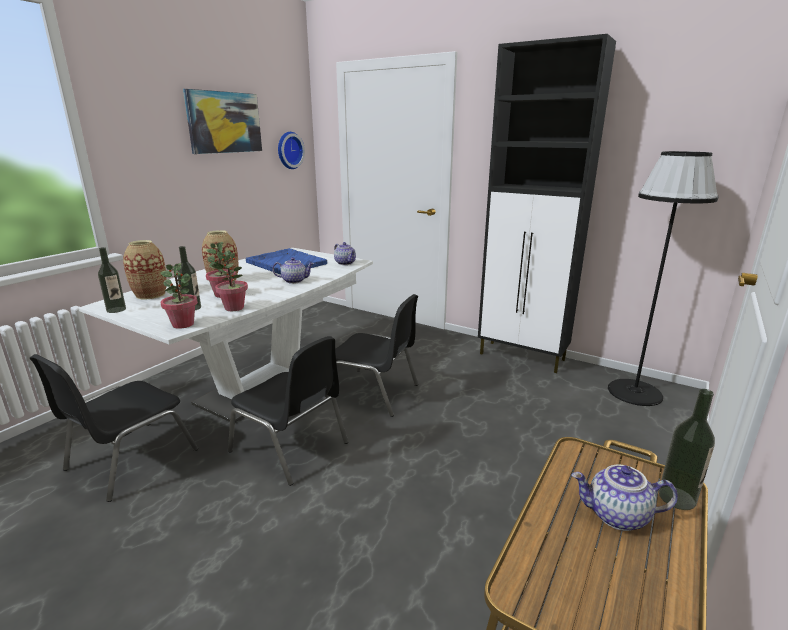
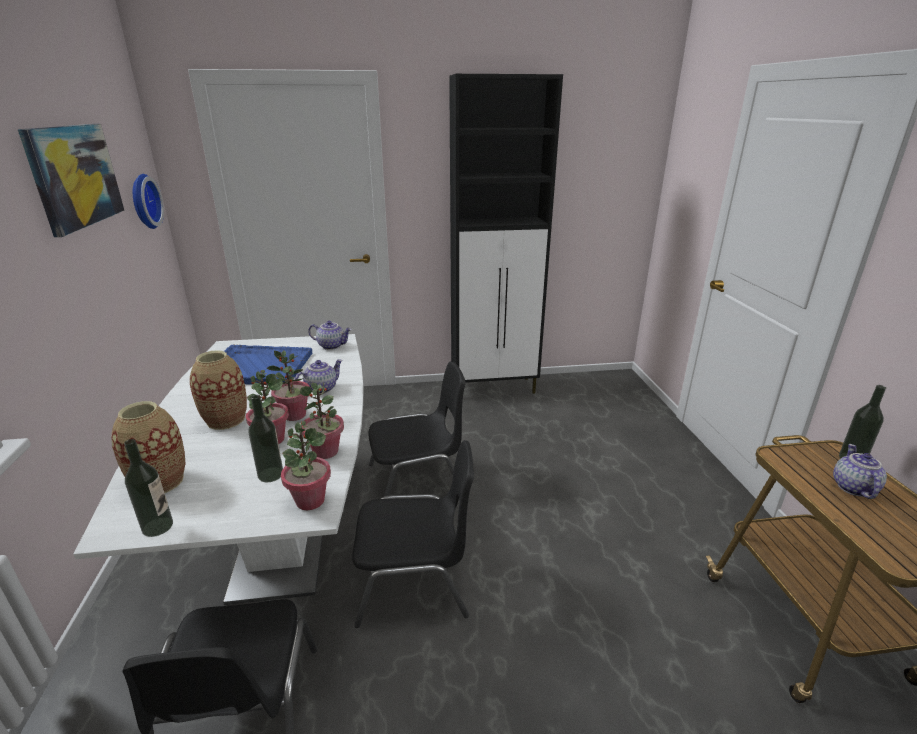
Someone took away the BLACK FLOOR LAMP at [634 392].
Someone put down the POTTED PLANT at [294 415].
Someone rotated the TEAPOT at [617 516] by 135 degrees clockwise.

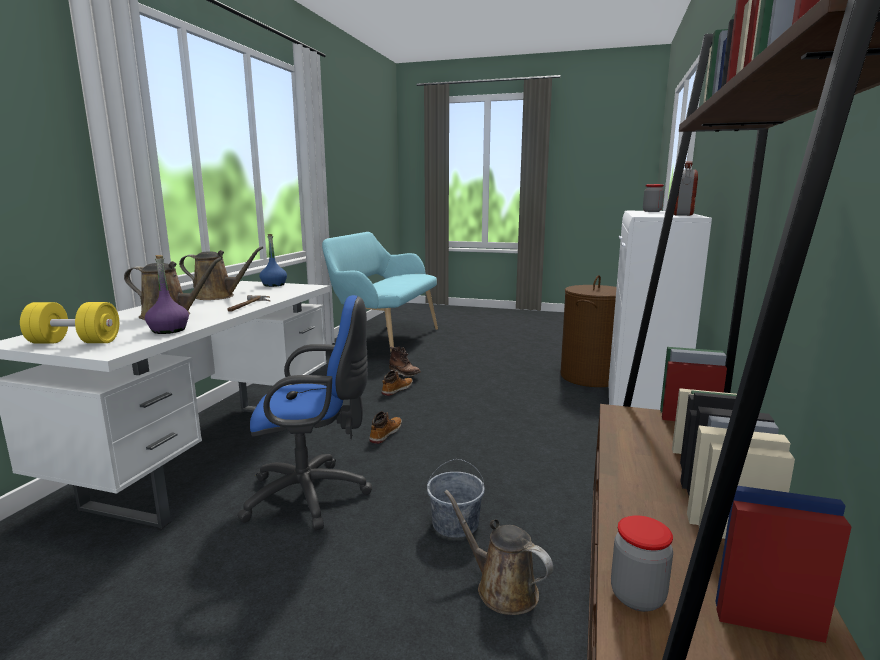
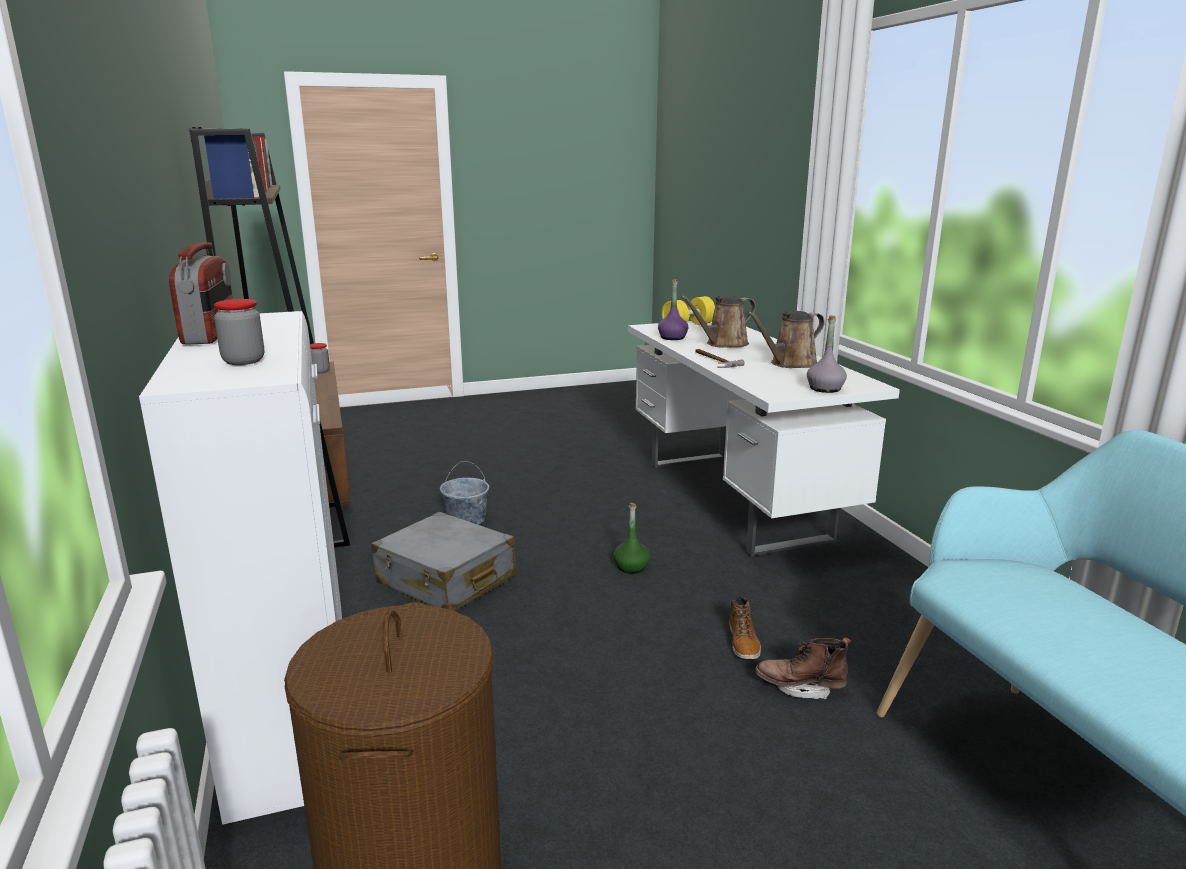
Someone took away the BLUE OFFICE CHAIR at [313 495].
Someone took away the BROWN WATERING CAN at [502 588].
Someone put down the GREY SUITCASE at [446 580].
Someone swapped the BOOT at [385 434] for the GREEN BOTTLE at [631 567].
Someone repainted the BLUE BOTTLE at [274 285], which became the GREY BOTTLE at [825 389].

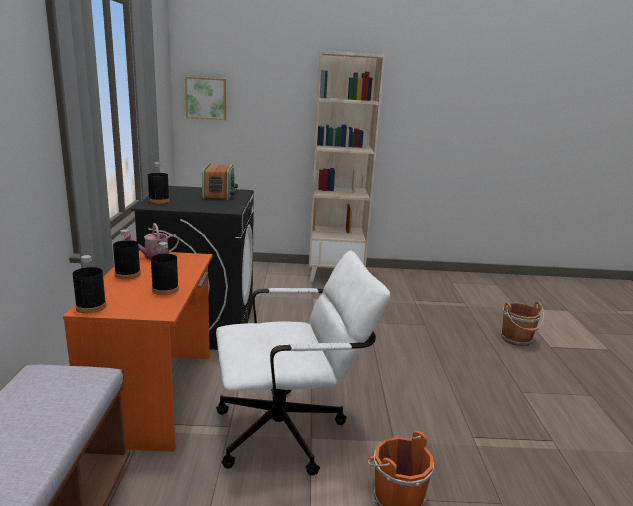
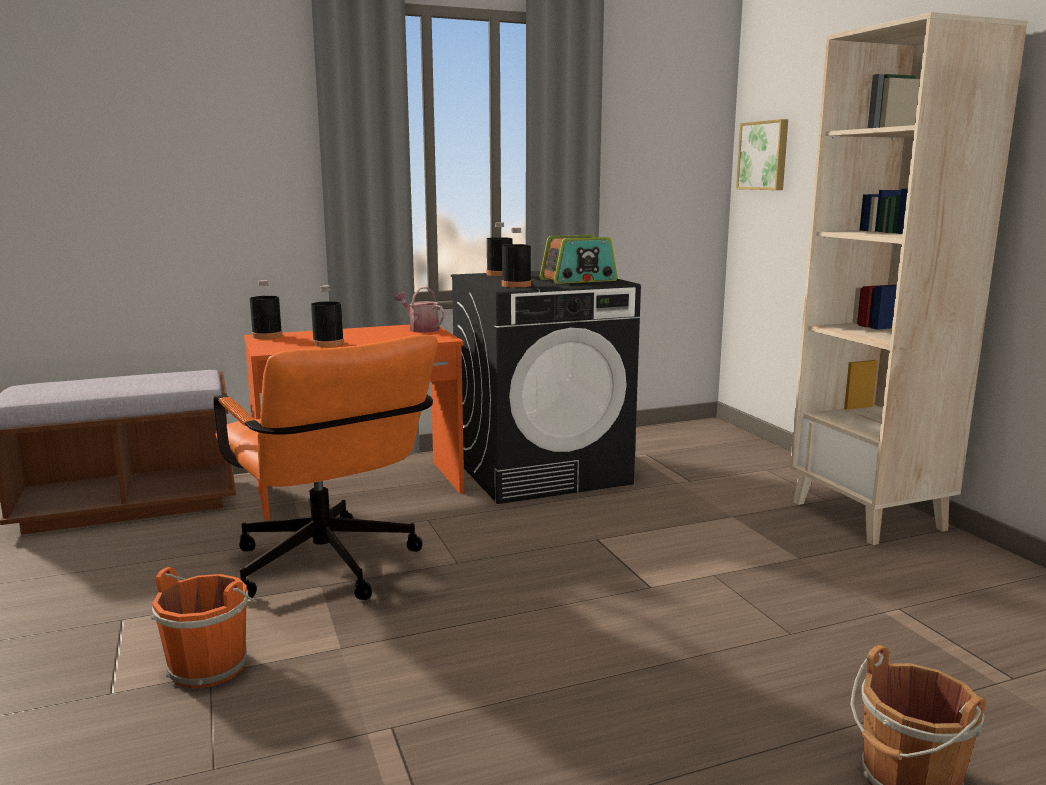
Someone carried the BLACK BOTTLE from [128 274] to [516 285].
Someone repainted the WHITE OFFICE CHAIR at [291 431], which became the ORANGE OFFICE CHAIR at [330 571].

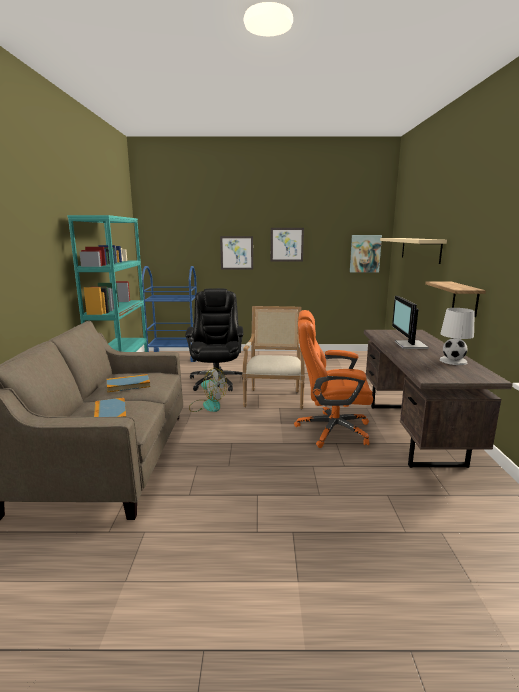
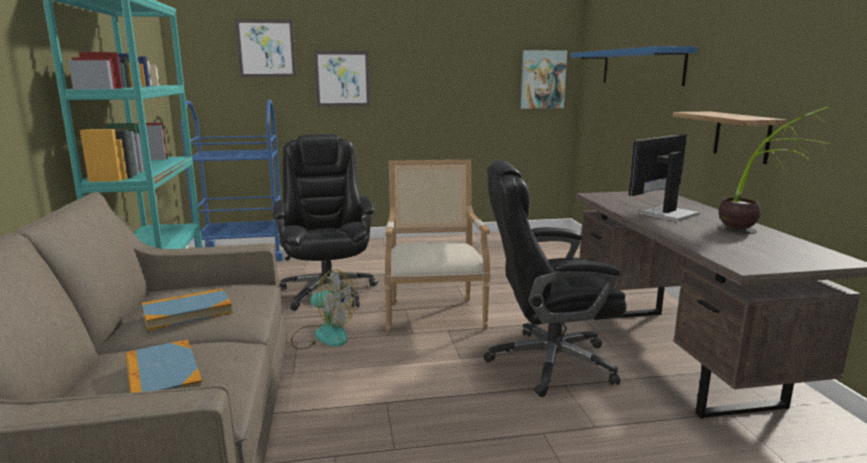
Someone carried the PICTURE from [287 244] to [266 48].
Someone swapped the WHITE TABLE LAMP at [453 361] for the POTTED PLANT at [755 235].
Someone repainted the ORANGE OFFICE CHAIR at [331 430], which became the BLACK OFFICE CHAIR at [548 362].
Someone repainted the BEIGE SHELF at [420 249], which became the BLUE SHELF at [641 67].
Someone rotated the MONITOR at [409 345] by 60 degrees clockwise.

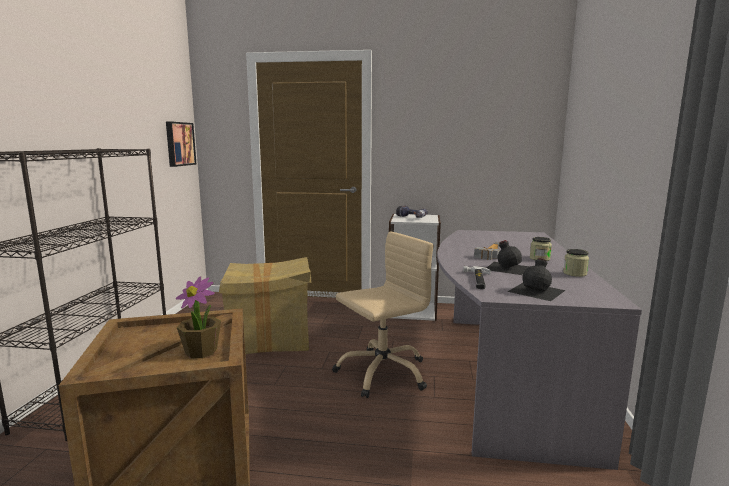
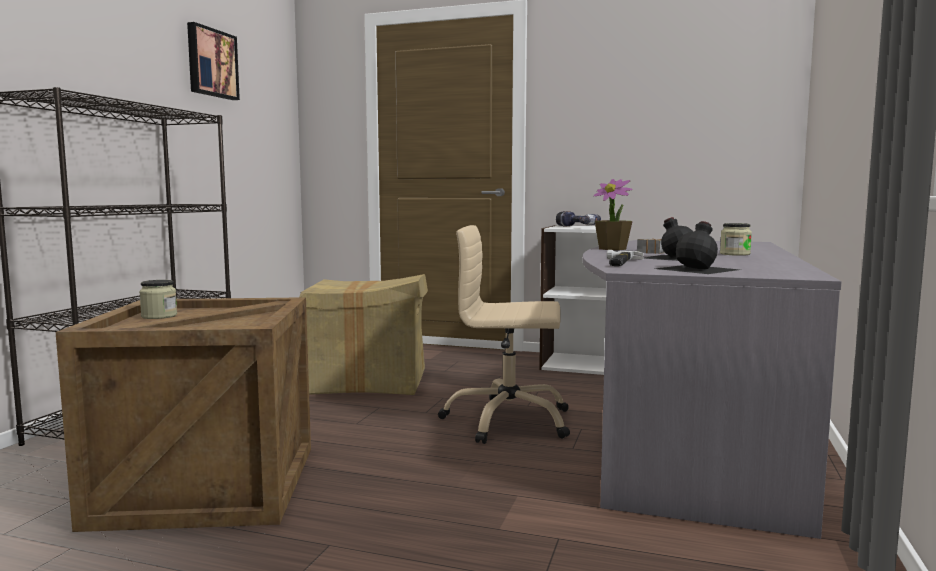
Someone carried the PICTURE from [179 144] to [211 63].
Someone carried the POTTED PLANT from [201 351] to [612 249].
Someone carried the JAR from [575 273] to [159 316].
Someone rotated the BEIGE OFFICE CHAIR at [382 372] by 150 degrees counterclockwise.

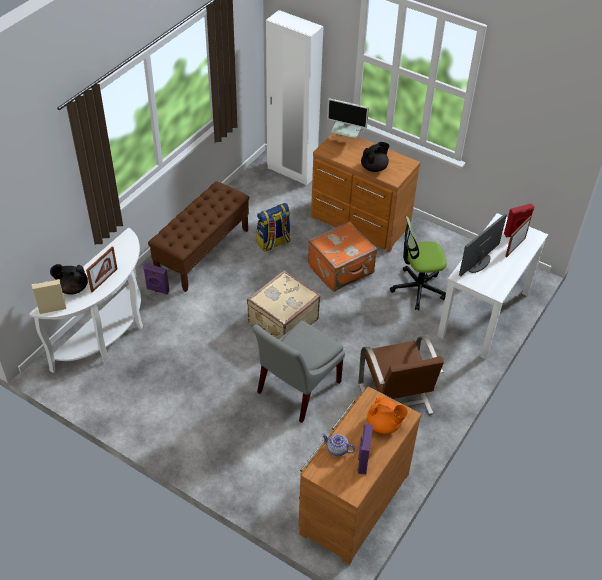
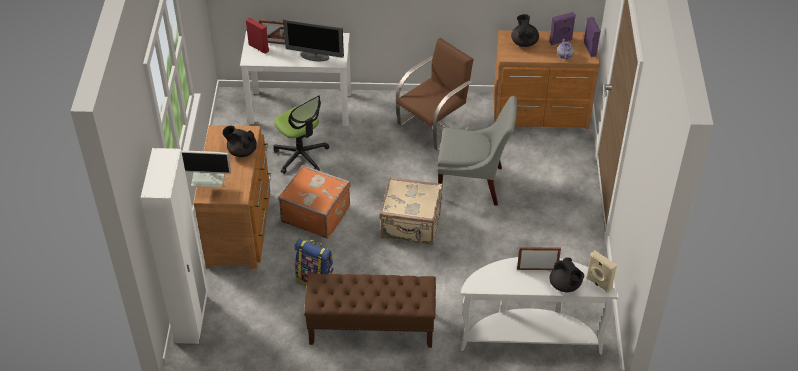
Someone carried the PURPLE SPEAKER from [157 290] to [590 49].
Someone repainted the ORANGE TEAPOT at [384 425], which became the BLACK TEAPOT at [524 42].
Someone rotated the MONITOR at [346 140] by 105 degrees clockwise.

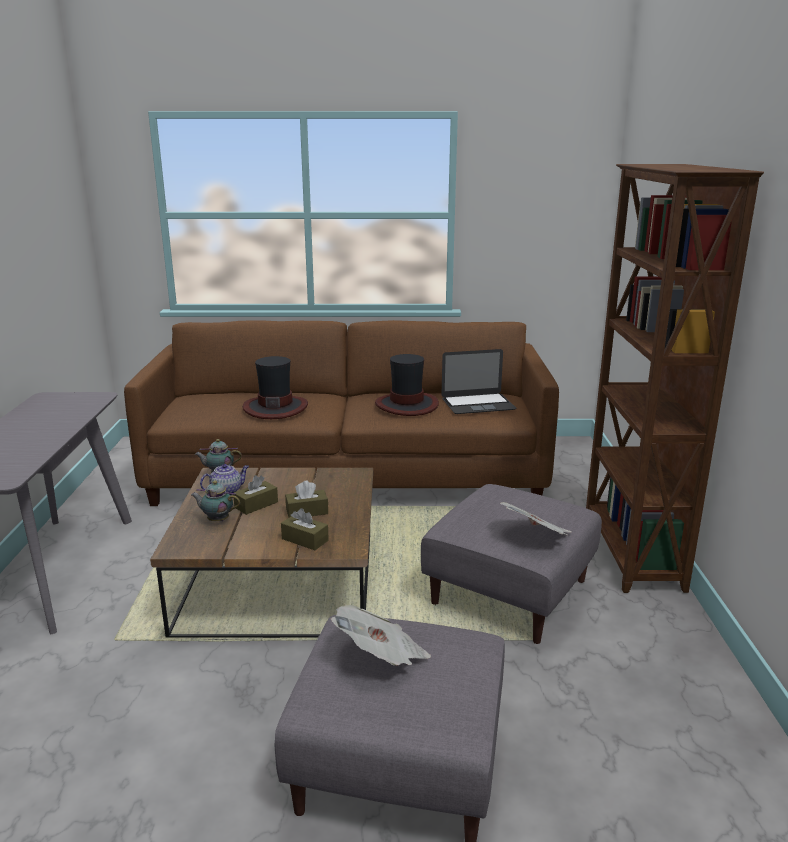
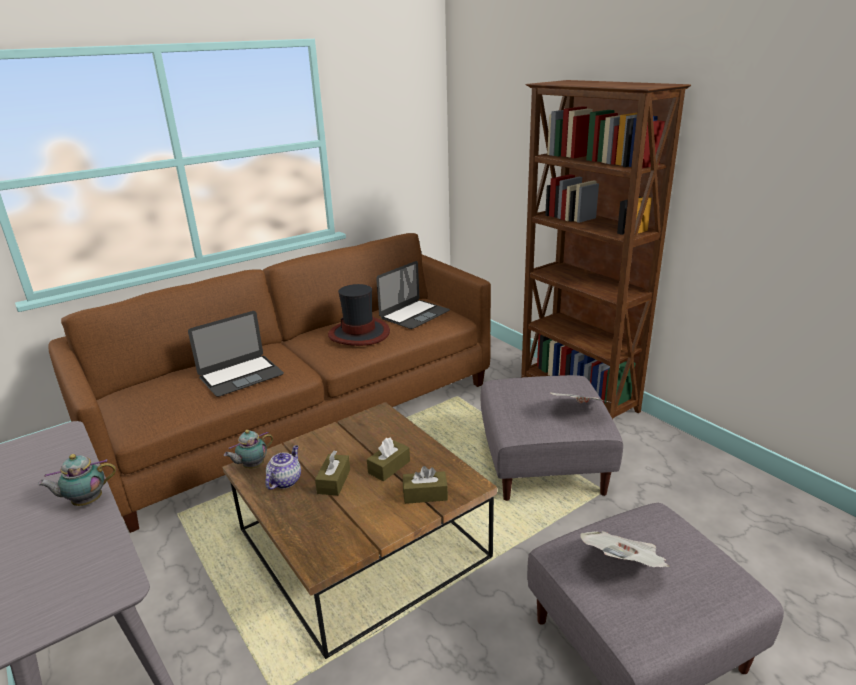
Someone carried the TEAPOT from [217 520] to [86 502].
Someone swapped the HAT at [275 407] for the LAPTOP at [241 375].

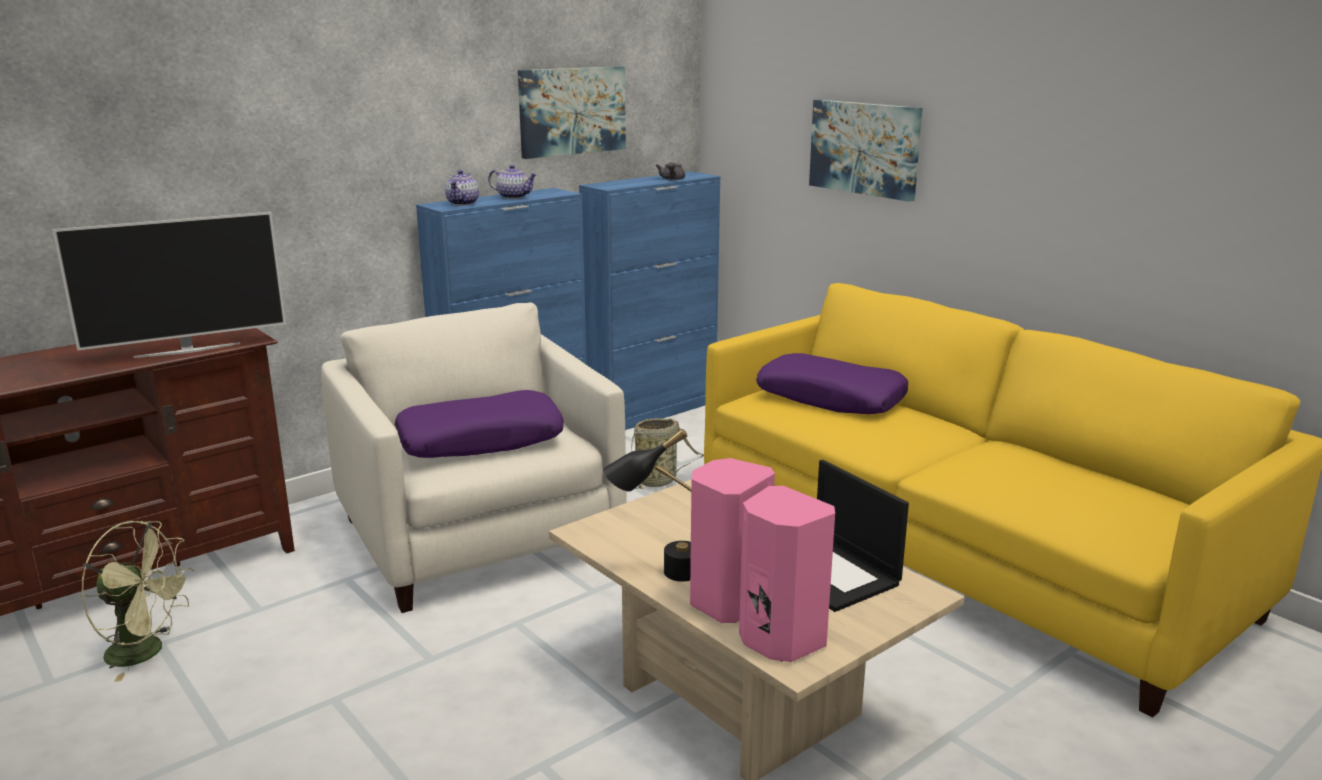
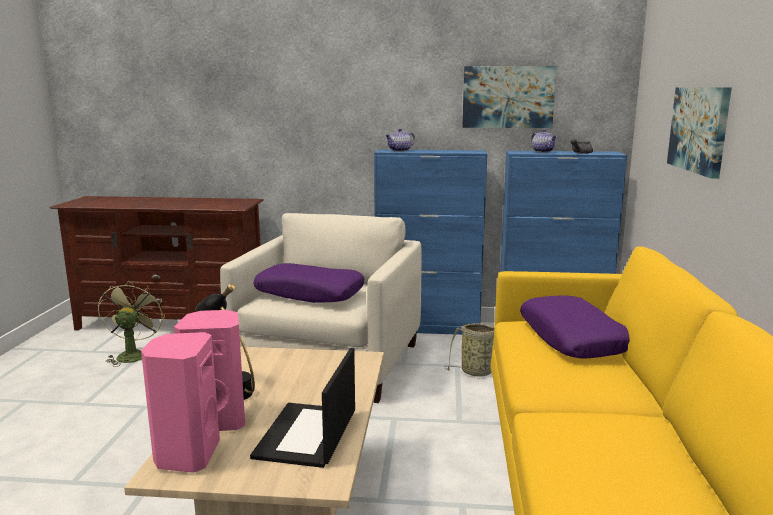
Someone took away the TELEVISION at [187 350].
Someone carried the TEAPOT from [514 197] to [543 151].
Someone rotated the GREEN FAN at [146 652] by 150 degrees counterclockwise.

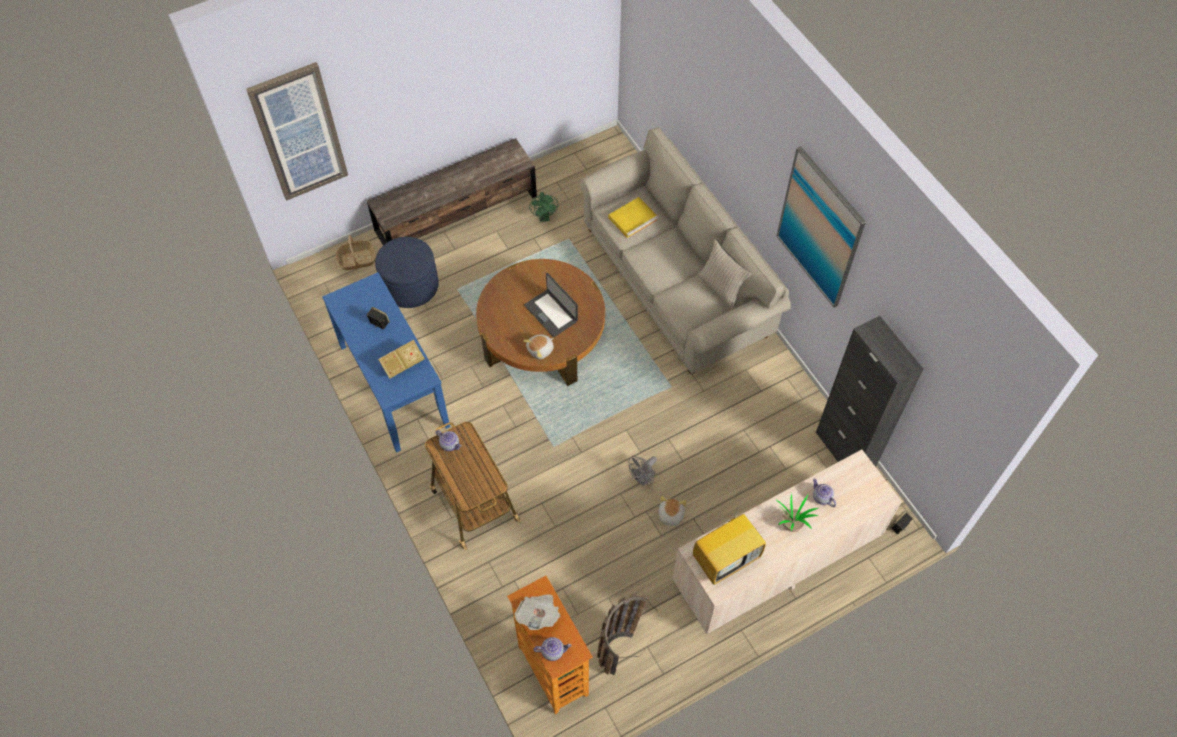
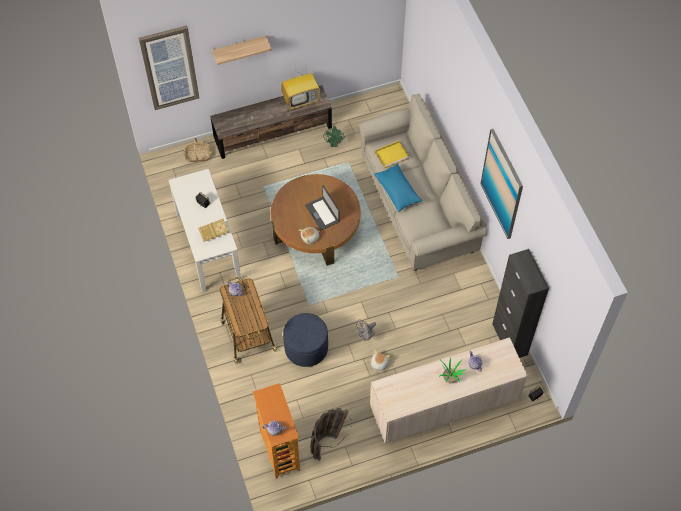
Someone took away the NEWSPAPER at [539 615].
Someone took away the BEIGE PILLOW at [721 288].
Someone put up the SHELF at [239 49].
Someone put down the BLUE PILLOW at [397 191].
Someone carried the BLUE OTTOMAN from [410 286] to [306 348].
Someone carried the TELEVISION from [726 558] to [301 100].
Someone repainted the BLUE CONSOLE TABLE at [393 386], which became the WHITE CONSOLE TABLE at [208 247].

